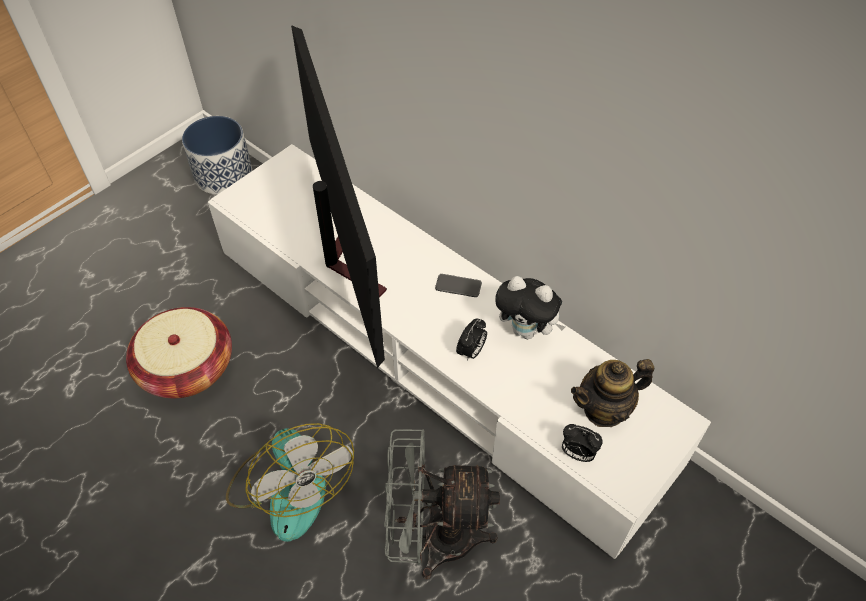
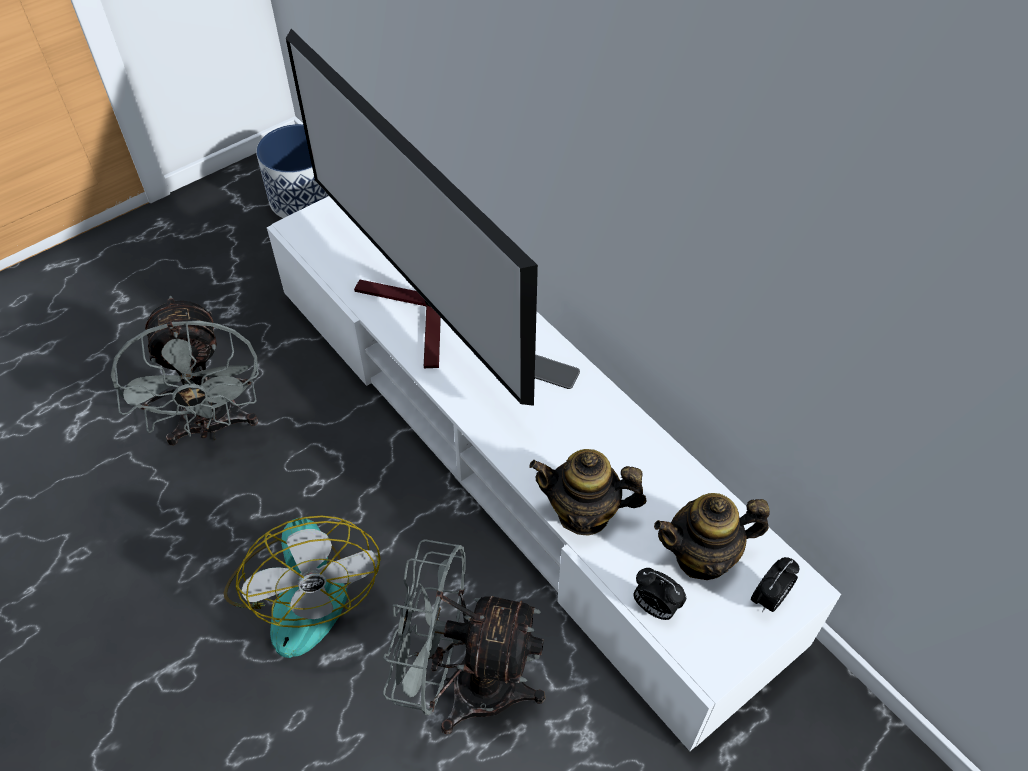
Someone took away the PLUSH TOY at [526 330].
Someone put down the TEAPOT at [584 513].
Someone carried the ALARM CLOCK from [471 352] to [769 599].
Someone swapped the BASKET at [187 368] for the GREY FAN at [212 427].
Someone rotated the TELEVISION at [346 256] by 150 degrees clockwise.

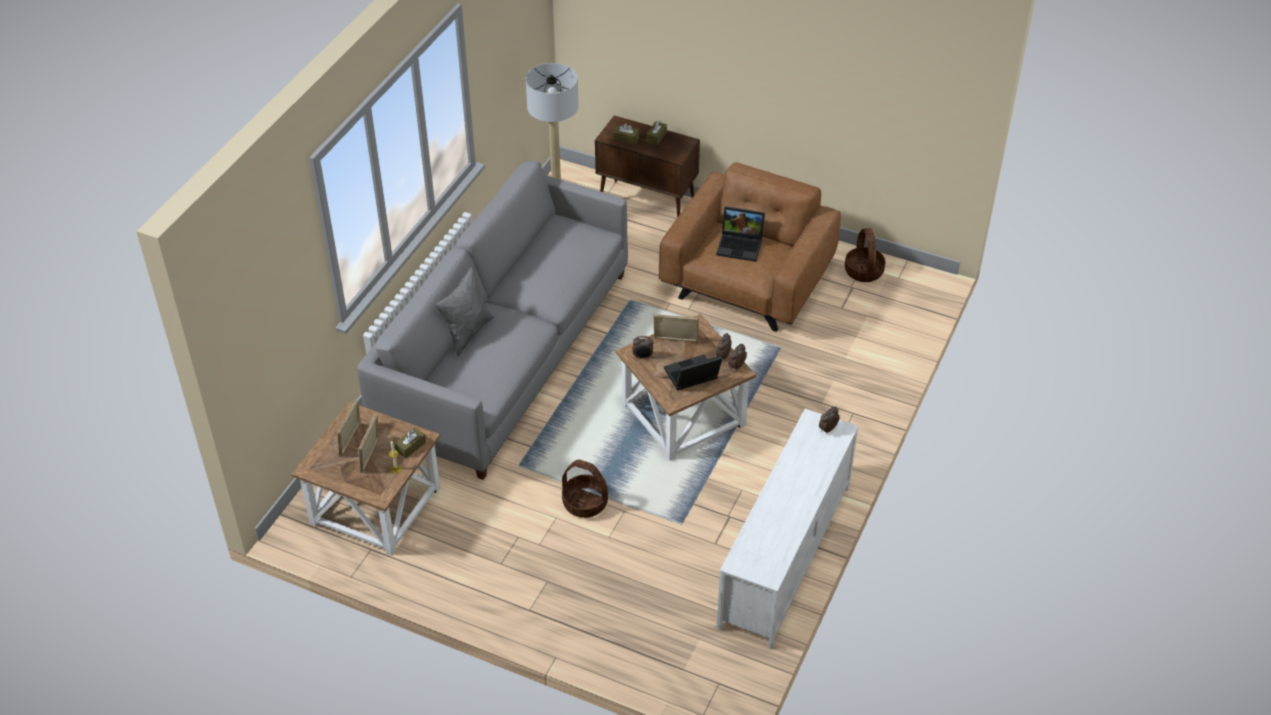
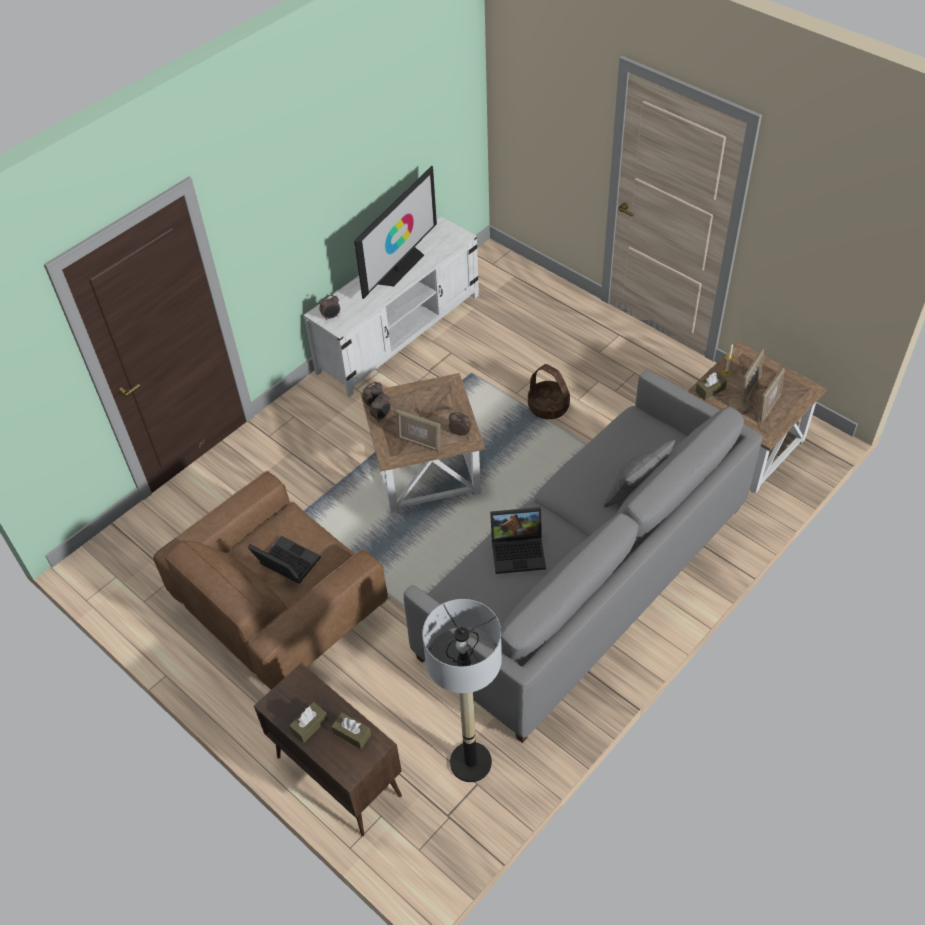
Someone took away the BASKET at [863 271].
Someone put down the TELEVISION at [399 266].
Someone carried the LAPTOP from [691 377] to [519 550].

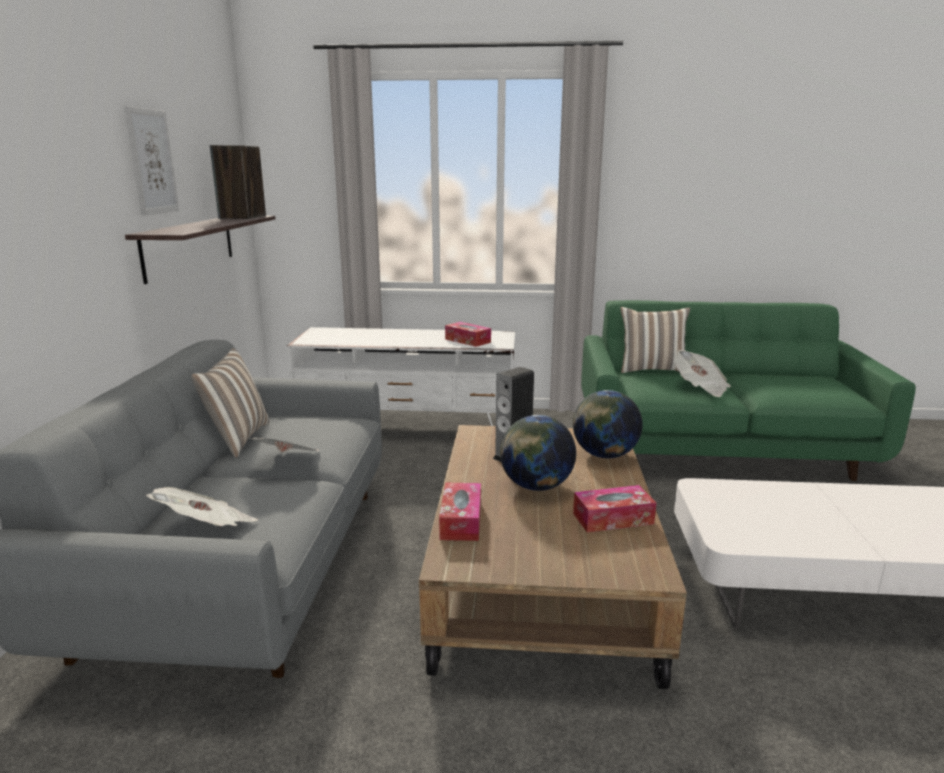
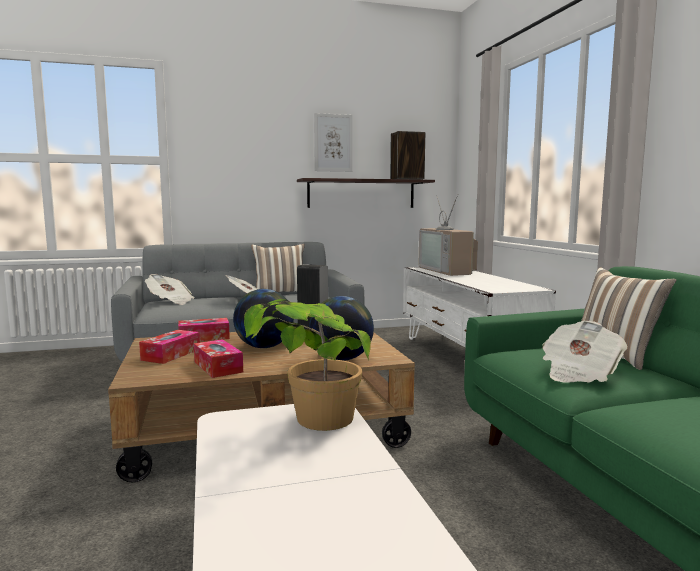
Someone put down the POTTED PLANT at [308 430].
Someone put down the TELEVISION at [448 271].
Someone carried the TISSUE BOX from [467 340] to [171 354].

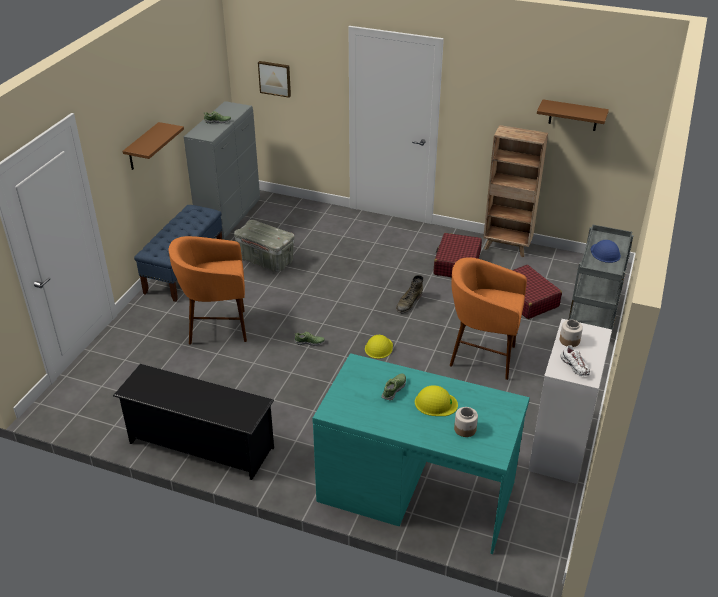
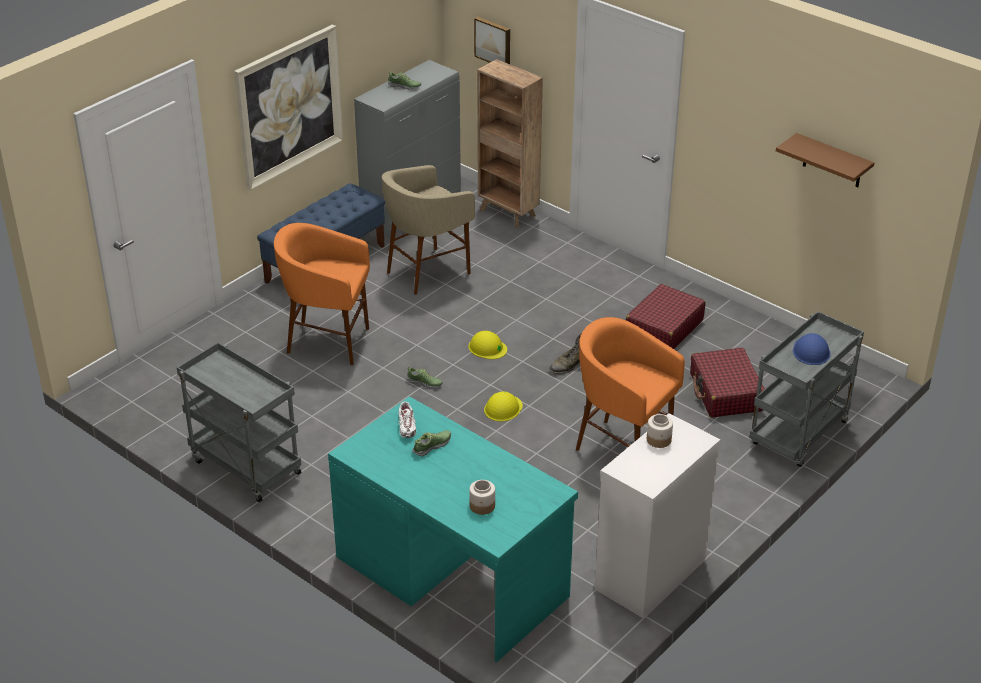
Someone carried the YELLOW HARD HAT from [435 403] to [487 348].
Someone carried the BROWN BOOKCASE from [507 247] to [508 213].
Someone carried the WHITE SHOE from [574 367] to [406 427].
Someone swapped the BLACK SHOE RACK at [200 445] for the GREY CART at [244 466].
Someone swapped the BROWN SHELF at [142 147] for the PICTURE at [289 106].
Someone swapped the GREY STORAGE BOX at [265 260] for the BEIGE STOOL at [427 272].

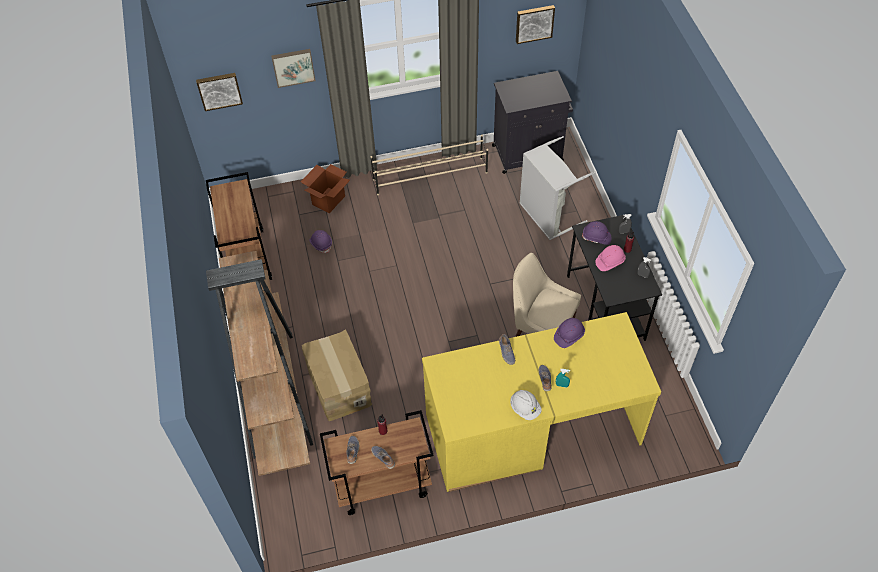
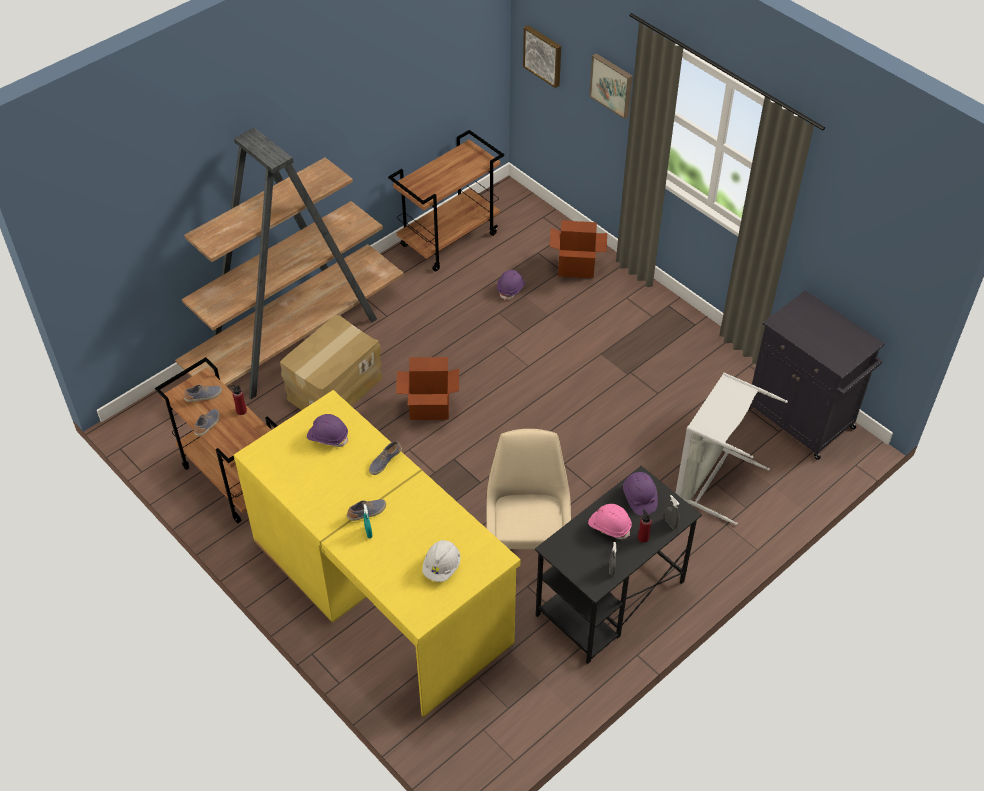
Someone took away the BEIGE SHOE RACK at [430 176].
Someone took away the PICTURE at [534 23].
Someone put down the CARDBOARD BOX at [429 408].
Someone carried the WHITE HARD HAT from [525 408] to [442 567].
Someone carried the PURPLE HARD HAT from [568 335] to [328 436].

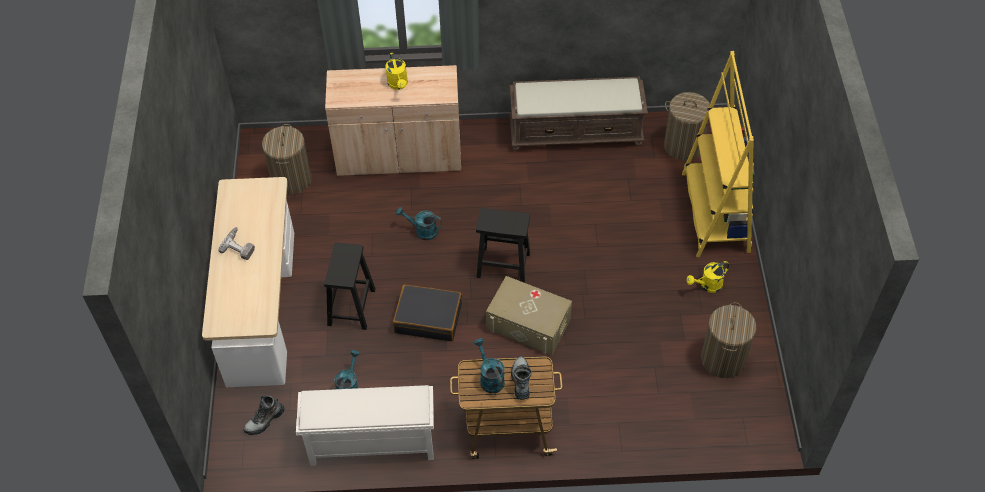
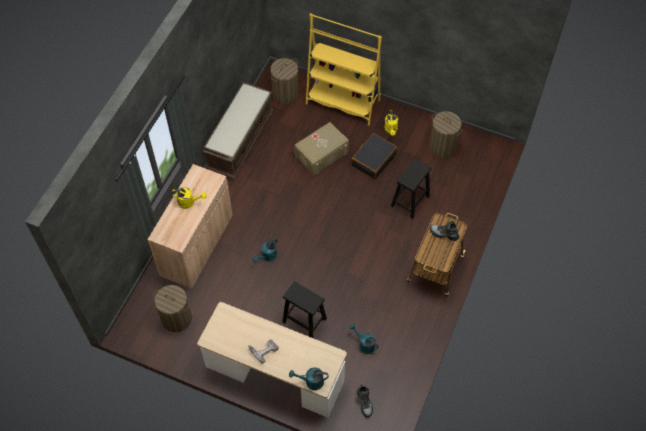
Someone took away the WHITE SHOE RACK at [371 444].
Someone carried the BLACK SUITCASE from [428 318] to [373 160].
Someone carried the TURQUOISE WATERING CAN from [489 378] to [311 382].
Someone carried the BLACK STOOL from [502 265] to [410 201].
Someone carried the BEIGE STORAGE BOX from [528 324] to [321 154].

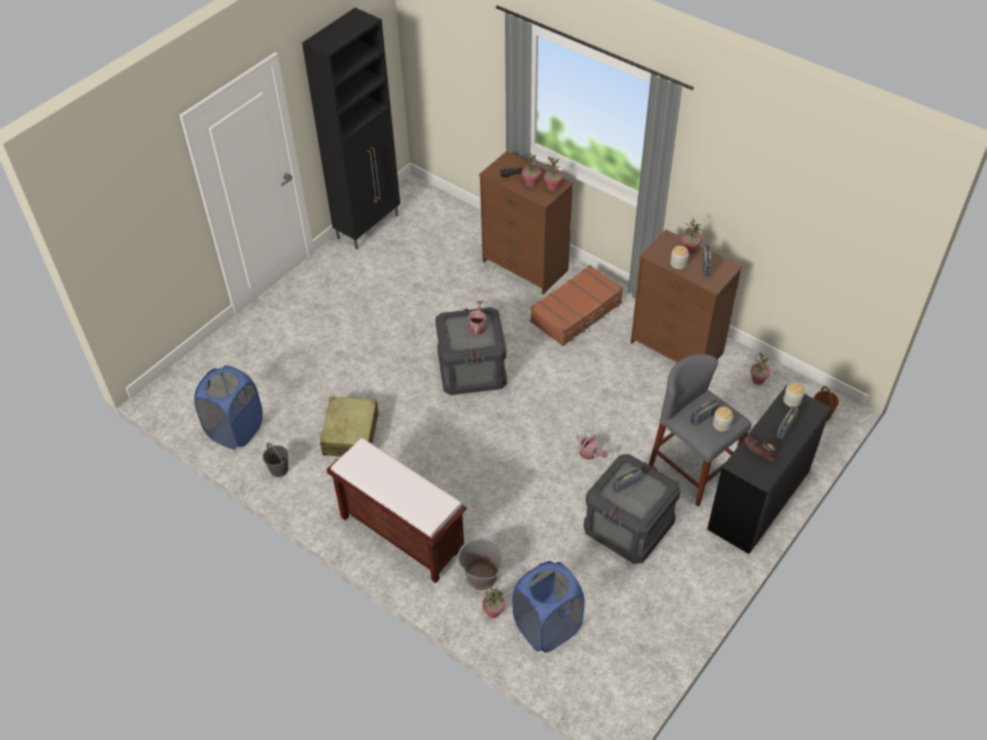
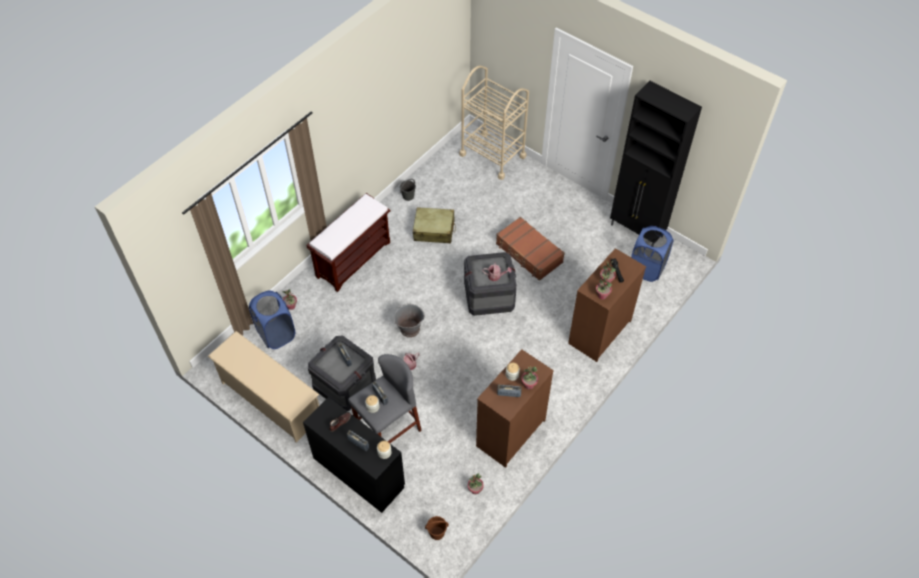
Someone put down the BEIGE SHOE RACK at [271 400].
Someone put down the BEIGE CART at [492 155].
Someone carried the BLUE LAUNDRY BASKET from [235 429] to [647 268].
Someone carried the GREY BUCKET from [481 577] to [410 329].
Someone carried the BROWN SUITCASE from [577 313] to [529 253].

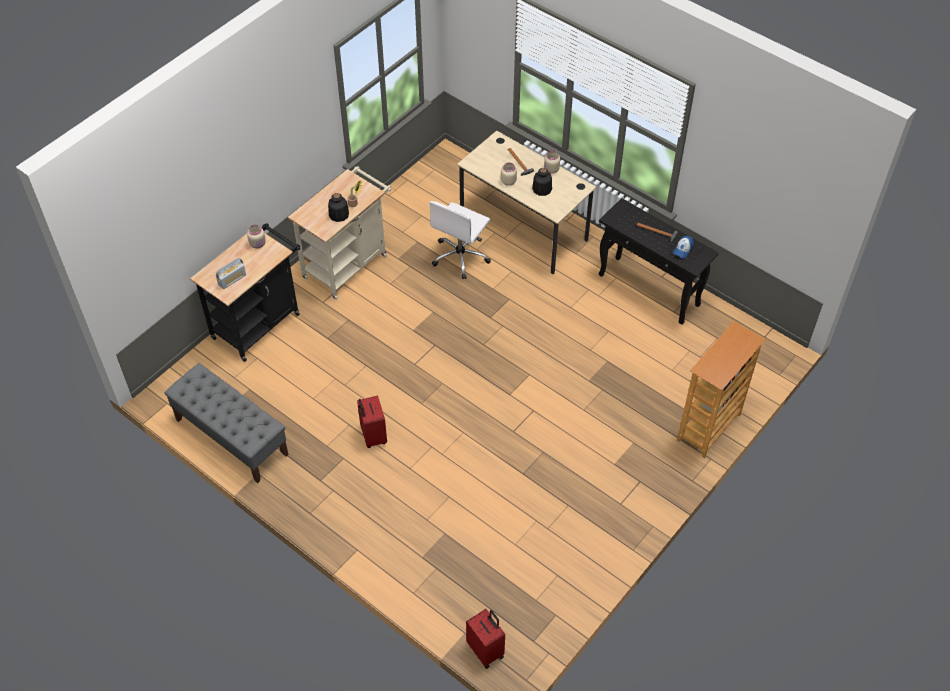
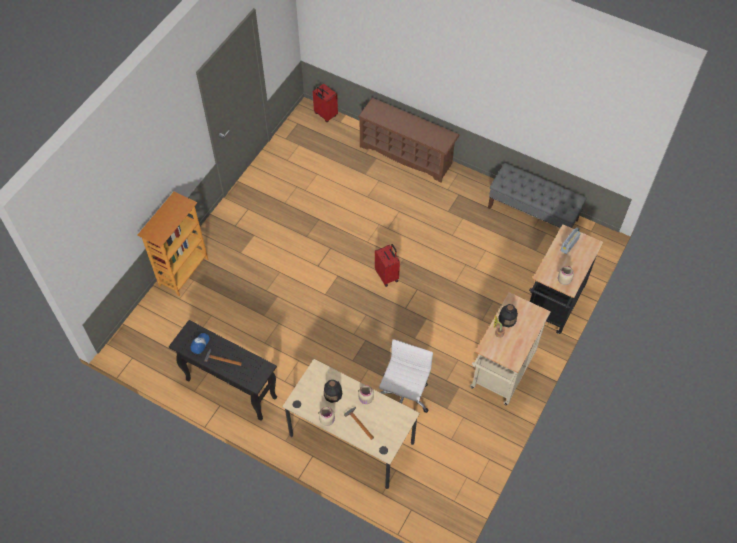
Someone put down the BROWN SHOE RACK at [407 155].
Someone carried the RED SUITCASE from [372 436] to [387 276].

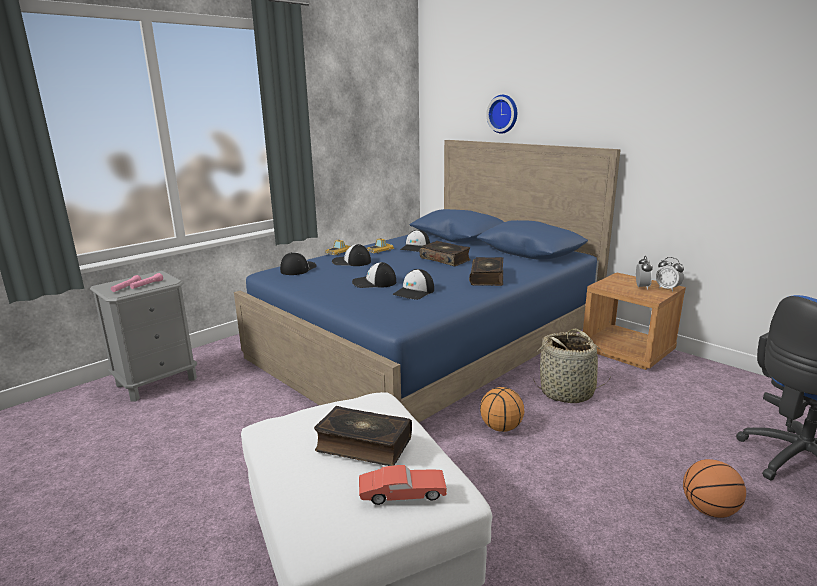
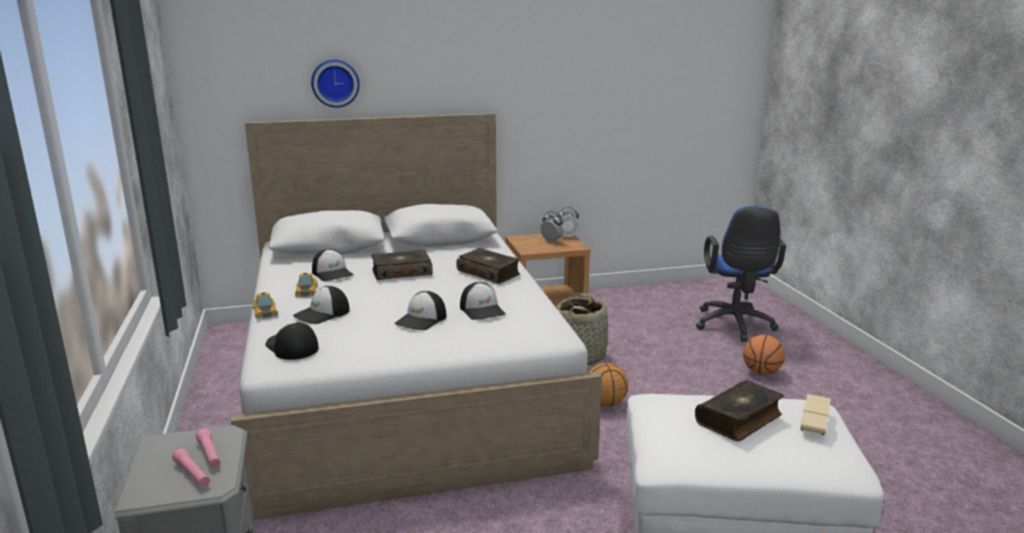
Someone repainted the BLUE BED at [429 343], which became the WHITE BED at [404 381].
Someone repainted the RED TOY CAR at [402 494], which became the BEIGE TOY CAR at [814 422].

